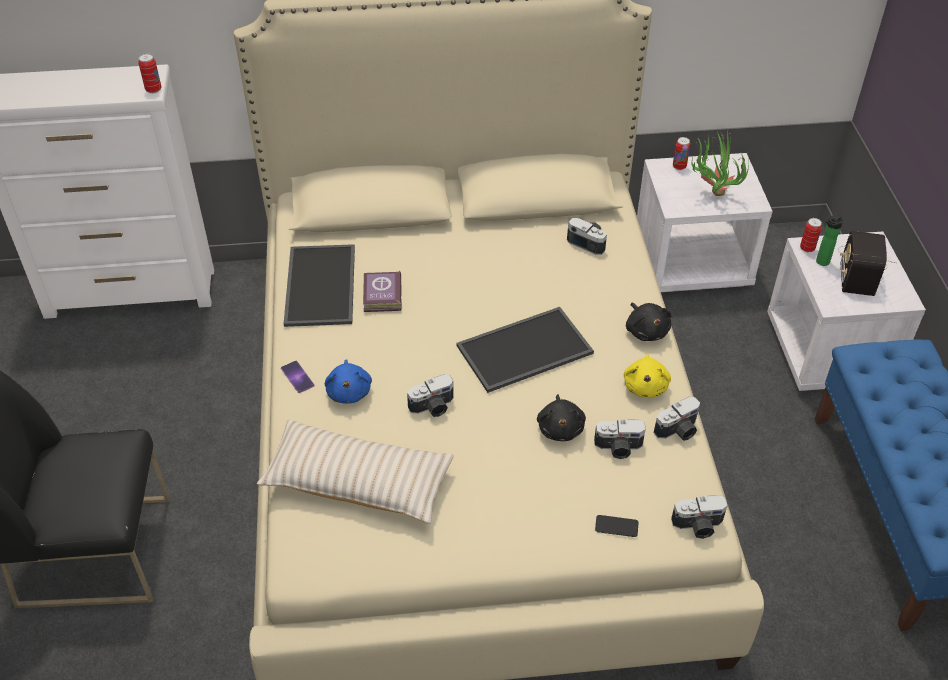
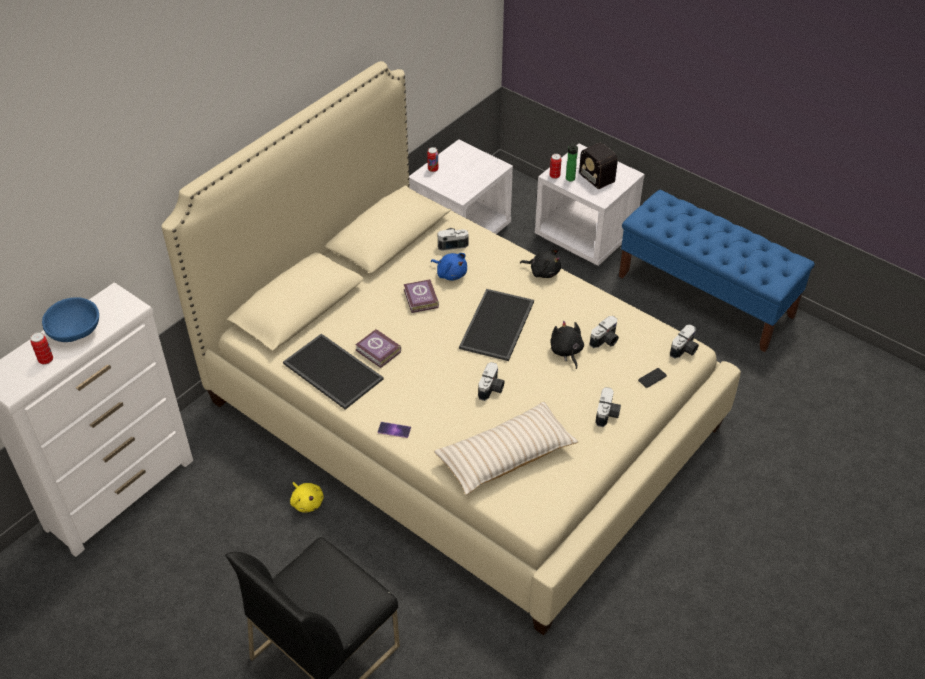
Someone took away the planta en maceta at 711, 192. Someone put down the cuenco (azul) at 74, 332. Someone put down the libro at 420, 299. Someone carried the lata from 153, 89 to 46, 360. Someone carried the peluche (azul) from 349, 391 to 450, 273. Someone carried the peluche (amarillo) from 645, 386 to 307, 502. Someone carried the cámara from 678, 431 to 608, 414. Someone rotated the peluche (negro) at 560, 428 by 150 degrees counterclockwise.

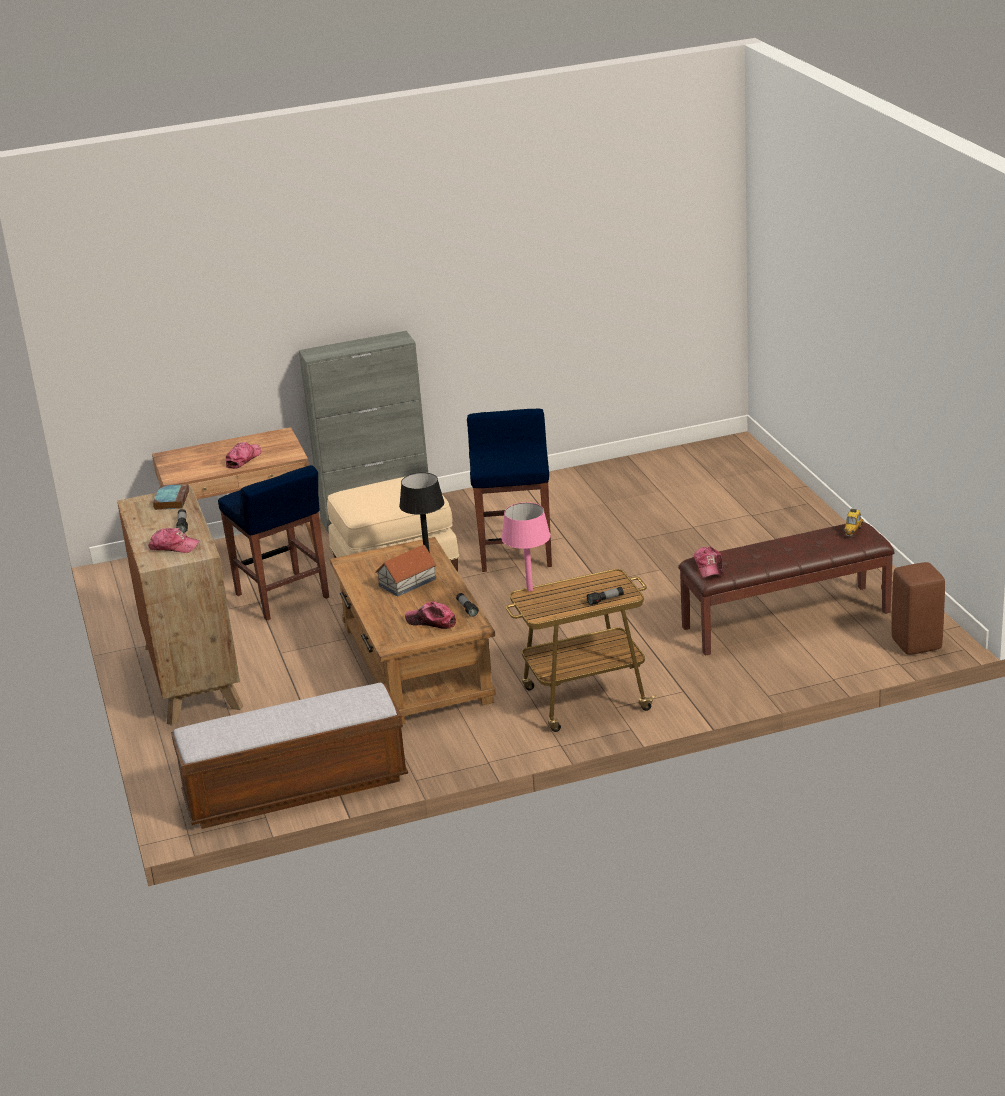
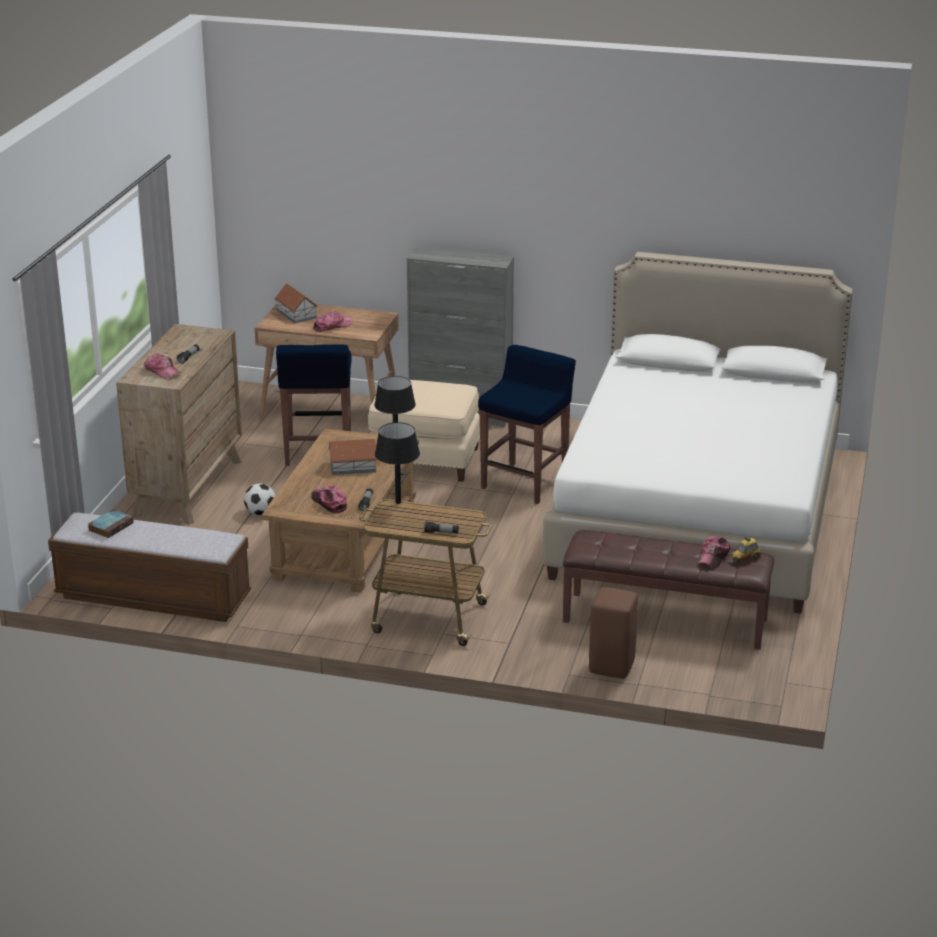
Someone put down the balón de fútbol at 260, 513. Someone put down the casita at 296, 314. Someone put down the cama (blanco) at 698, 511. Someone carried the libro from 171, 500 to 111, 526. Someone carried the gorra from 709, 567 to 713, 556. Someone carried the taburete (marrón) from 915, 644 to 611, 667. Someone repainted the lámpara de mesa (rosa) at 530, 589, which became the lámpara de mesa (negro) at 398, 502.

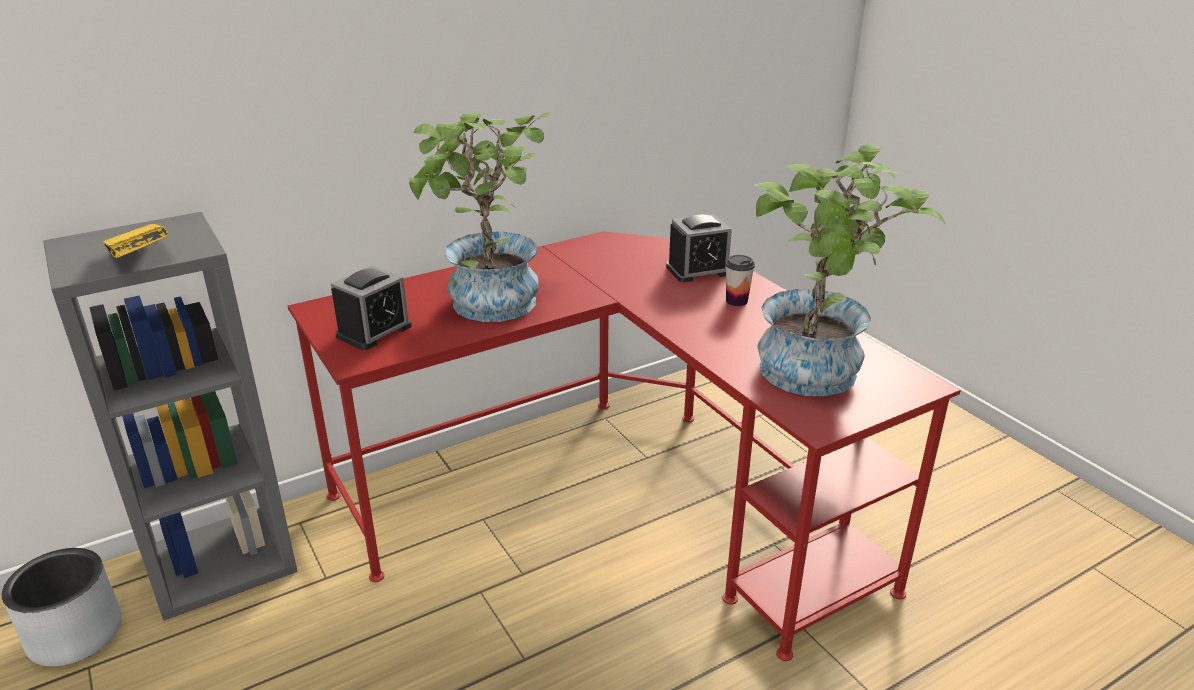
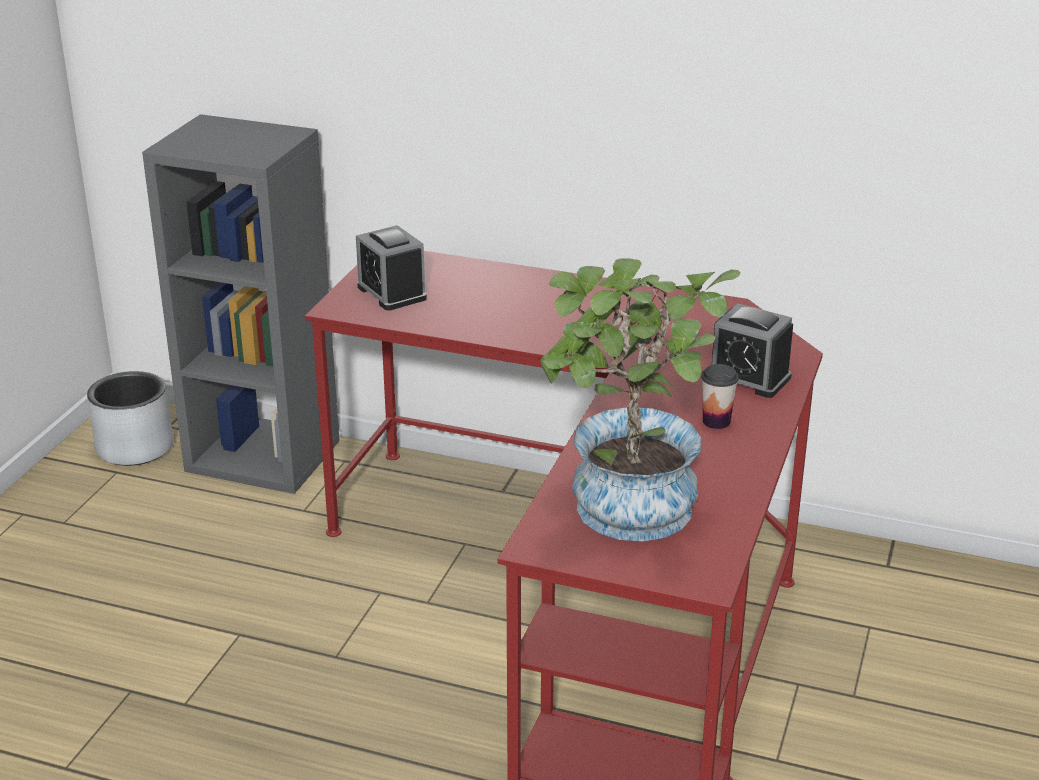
Someone took away the libro (amarillo) at 140, 258. Someone took away the planta en maceta at 488, 308. Someone rotated the despertador at 374, 331 by 60 degrees clockwise.

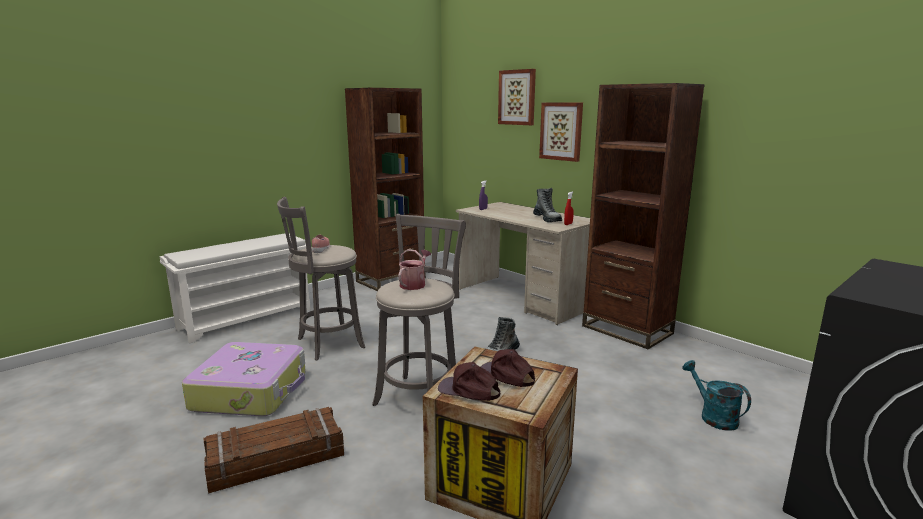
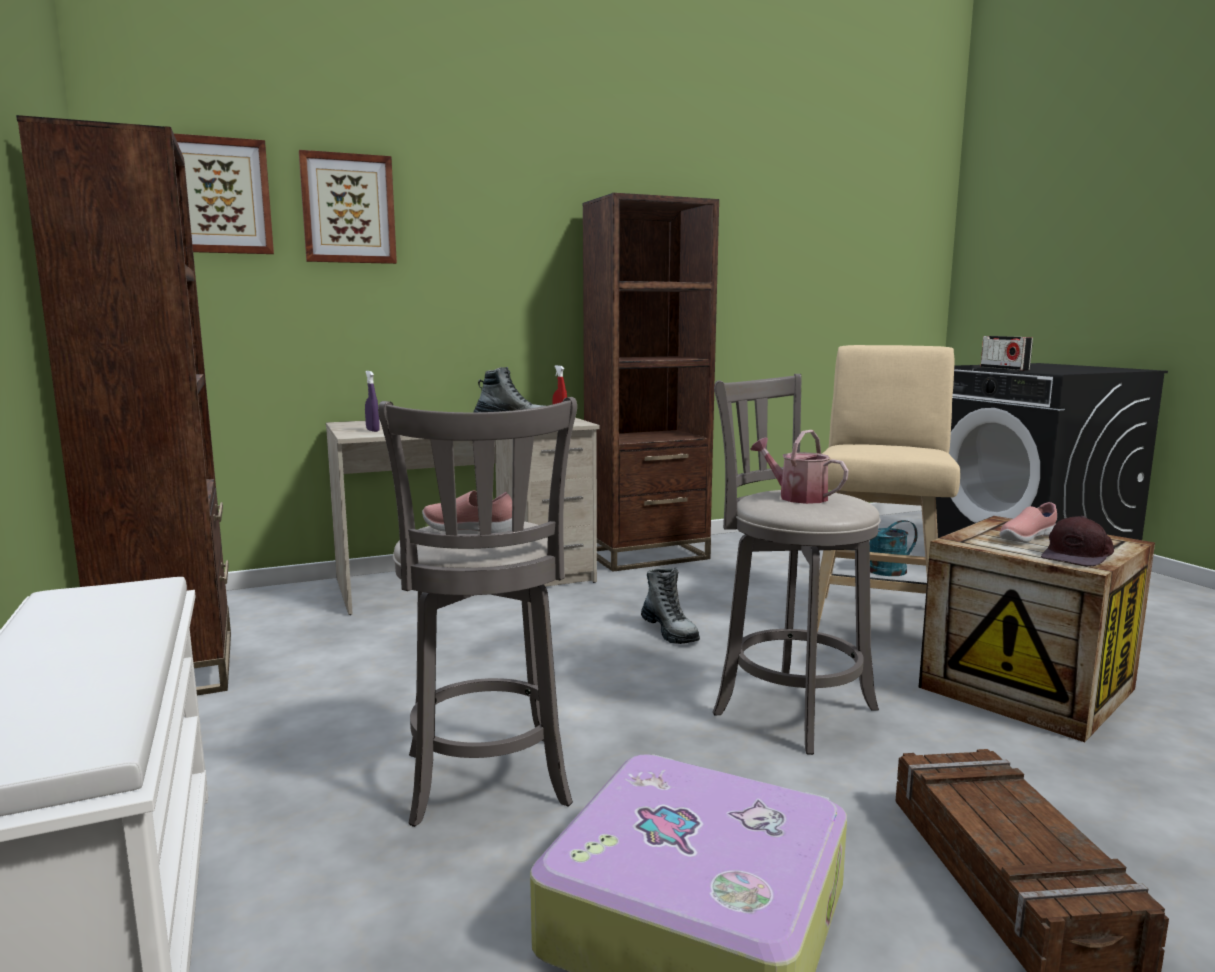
Someone put down the taburete (beis) at 876, 618. Someone put down the radio at 1004, 368. Someone carried the cuadro from 561, 131 to 219, 196. Someone swapped the gorra (marrón) at 506, 375 for the zapato (rosa) at 1026, 538.

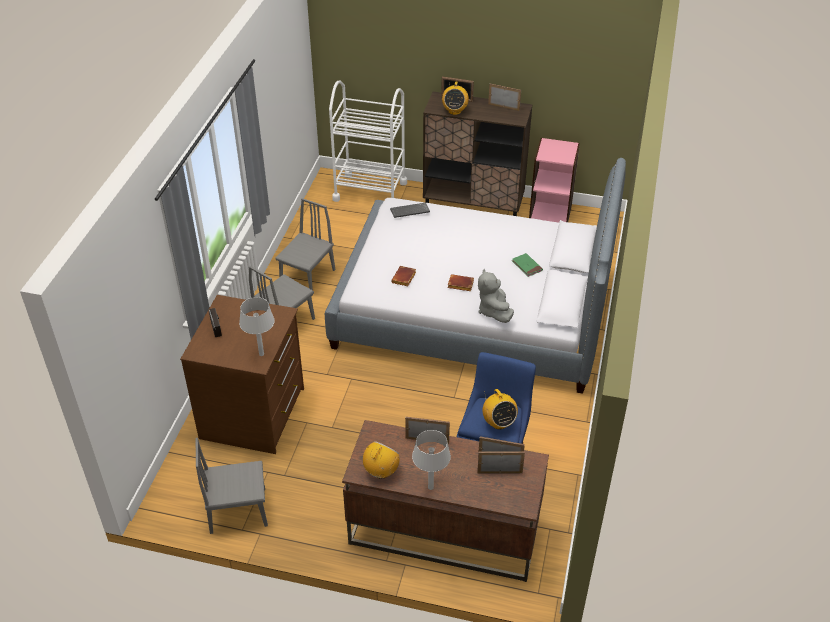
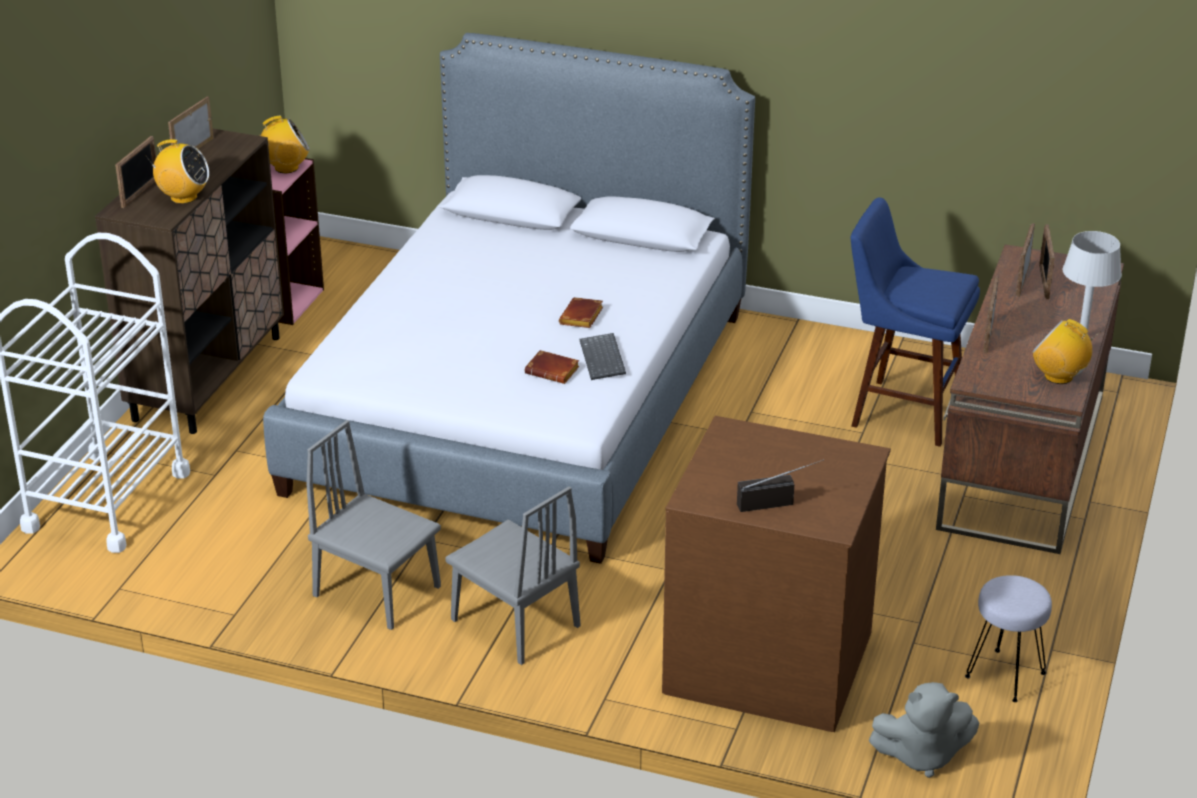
Someone took away the lámpara de mesa (gris) at 262, 354. Someone took away the libro (verde) at 527, 266. Someone carried the teclado from 409, 211 to 604, 359. Someone carried the peluche (gris) from 494, 311 to 921, 755. Someone carried the radio from 498, 422 to 286, 168. Someone swapped the silla (gris) at 238, 510 for the taburete (gris) at 1004, 676.

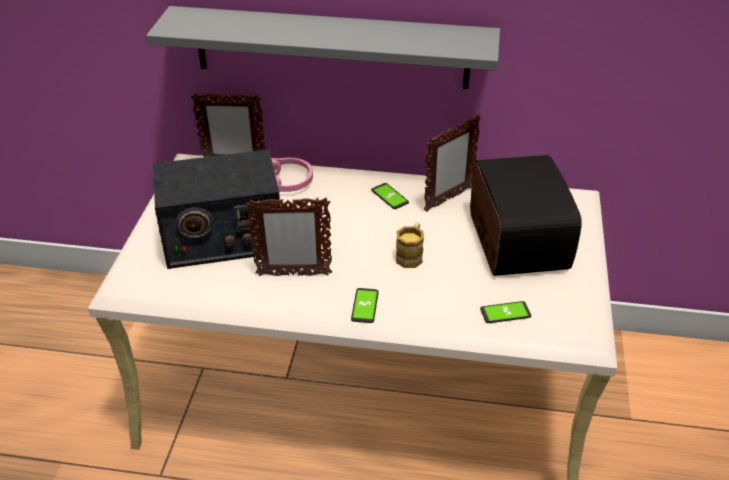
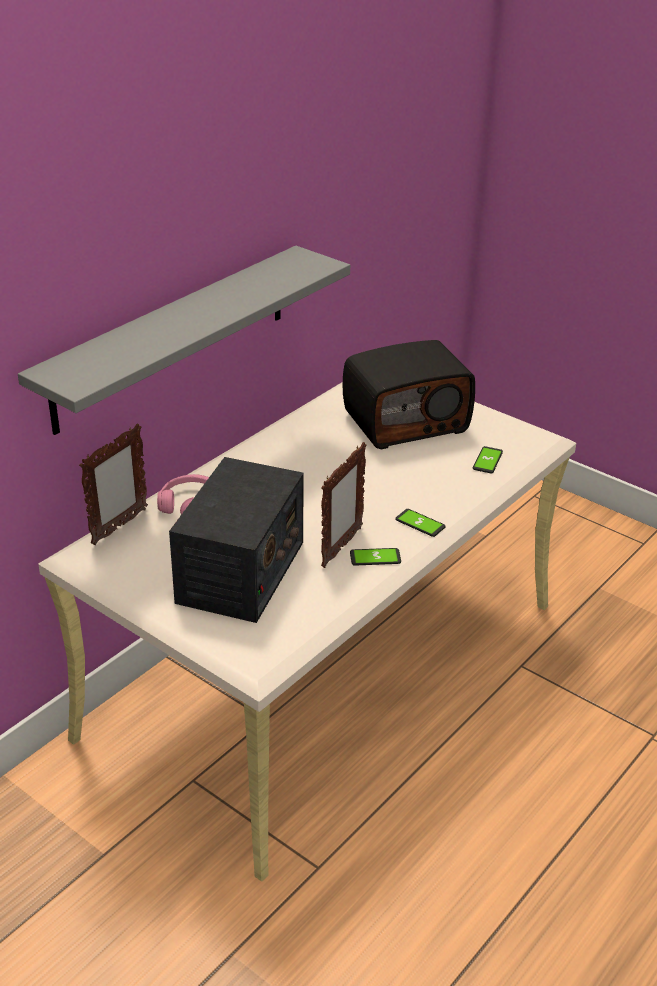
Someone took away the taza grande at 411, 255. Someone took away the portarretratos at 448, 199. Someone carried the móvil from 389, 197 to 375, 558. Someone rotated the radio at 514, 241 by 135 degrees clockwise.

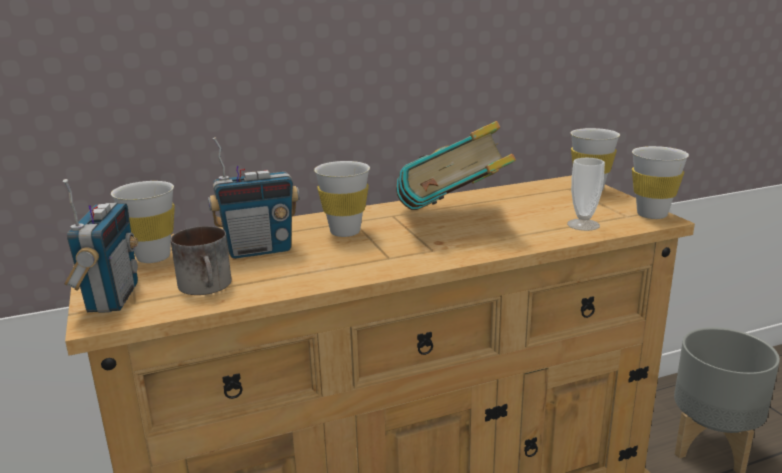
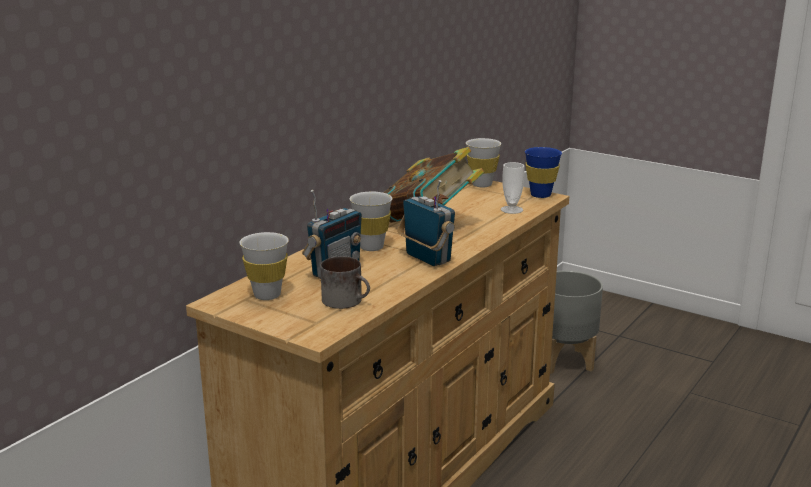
Someone carried the radio from 112, 298 to 427, 258. Someone repainted the taza (blanco) at 652, 214, which became the taza (azul) at 540, 195.

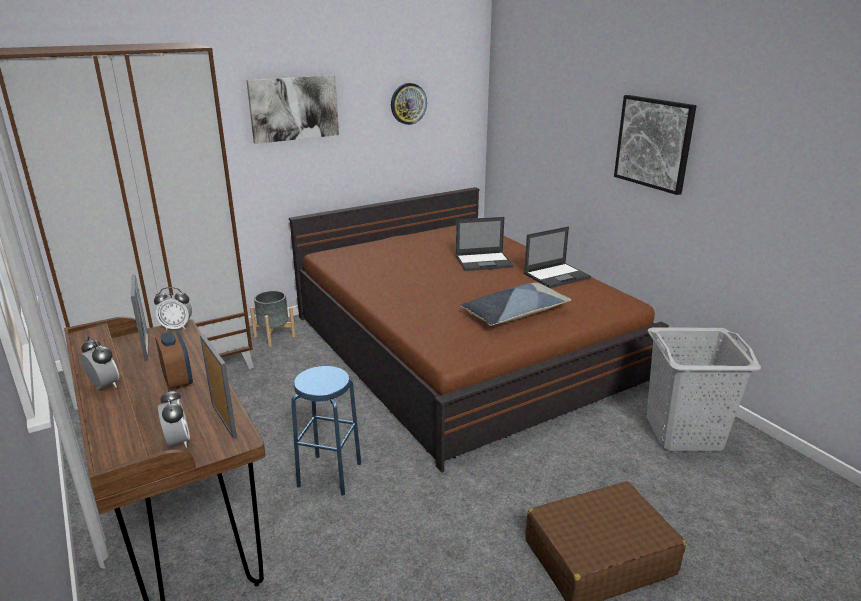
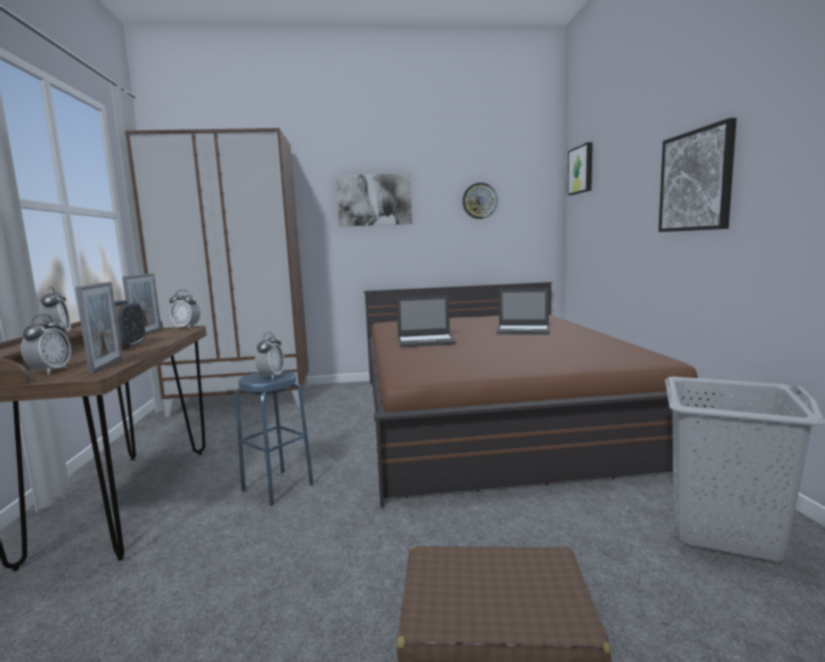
Someone took away the maceta (gris) at 274, 336. Someone took away the cojín at 514, 313. Someone put down the despertador at 271, 377. Someone put up the cuadro at 581, 170. Someone carried the portátil from 557, 275 to 426, 341.

